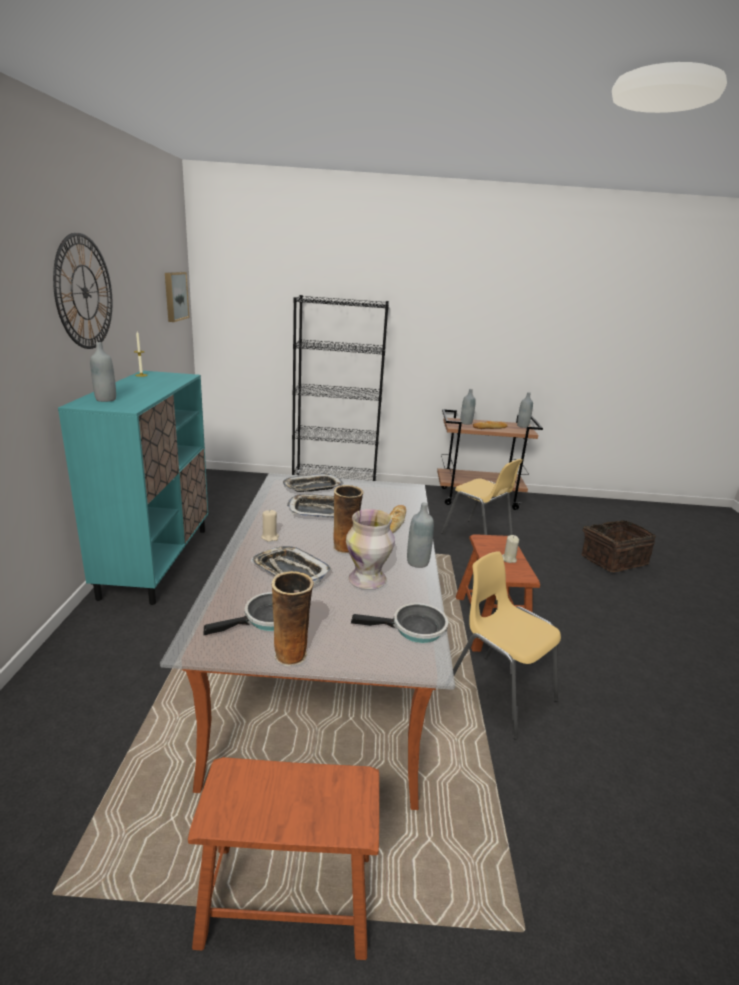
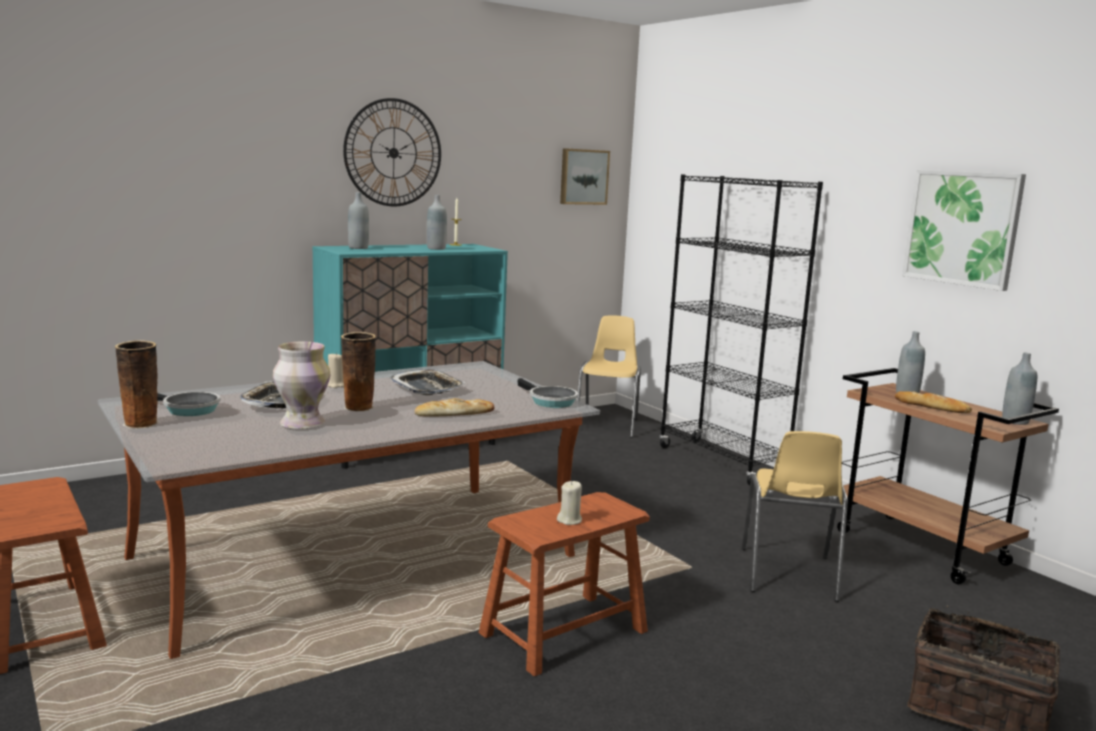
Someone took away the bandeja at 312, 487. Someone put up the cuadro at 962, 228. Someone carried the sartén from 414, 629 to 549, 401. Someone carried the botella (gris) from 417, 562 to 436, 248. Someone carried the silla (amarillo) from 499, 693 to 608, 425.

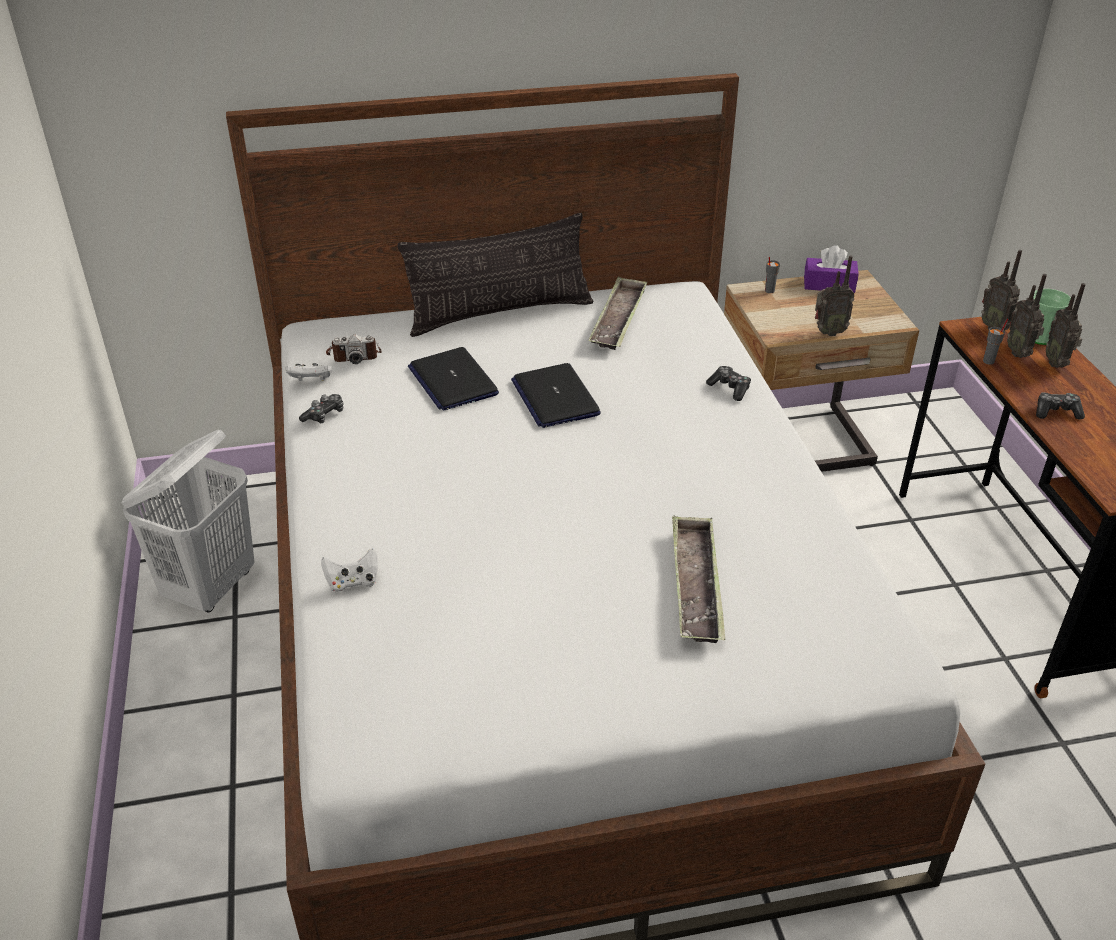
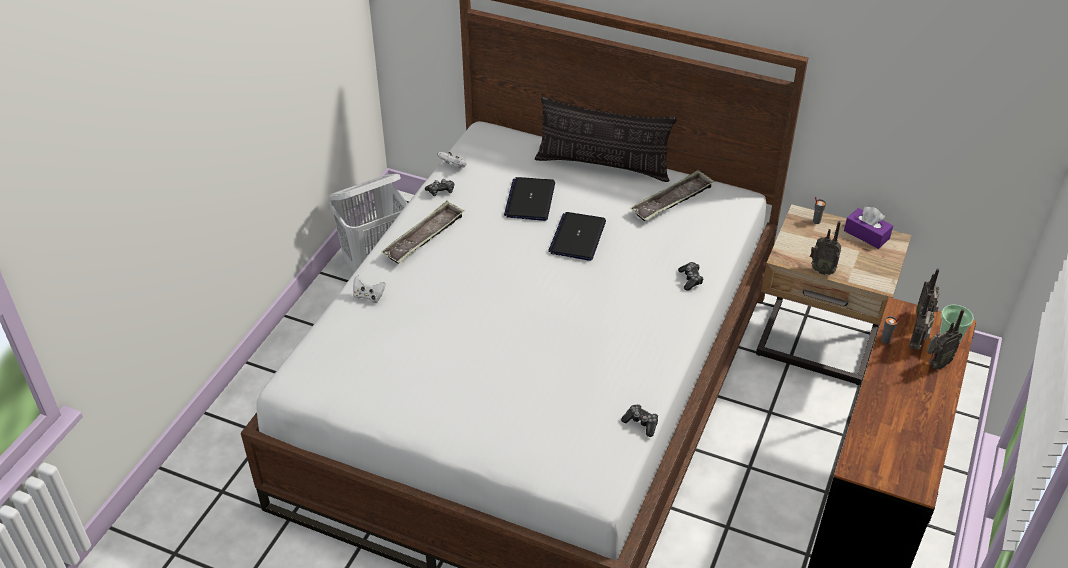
Someone took away the cámara at 354, 355. Someone carried the bandeja from 696, 585 to 424, 237. Someone carried the mando de consola from 1056, 412 to 641, 423. Someone rotated the radio at 1057, 363 by 150 degrees counterclockwise.

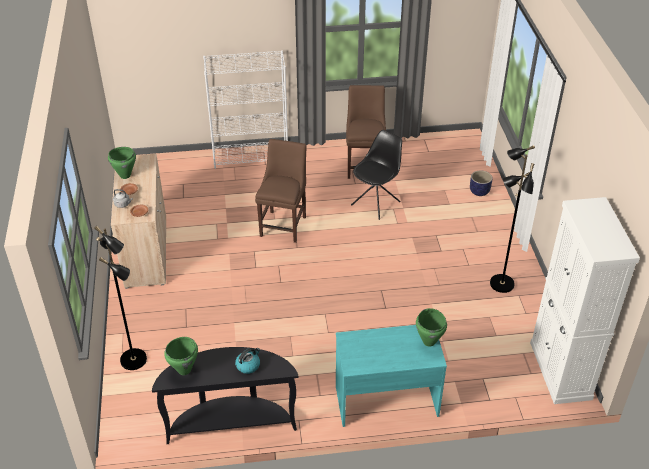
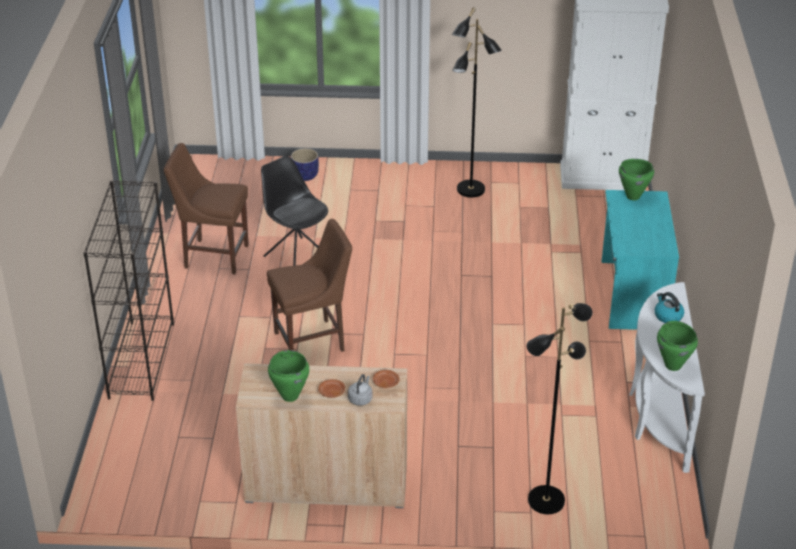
Someone repainted the mesa consola (negro) at 231, 422, which became the mesa consola (blanco) at 658, 416. Someone repainted the estantería (blanco) at 251, 156, which became the estantería (negro) at 141, 360. Someone rotated the silla (marrón) at 284, 225 by 135 degrees clockwise.

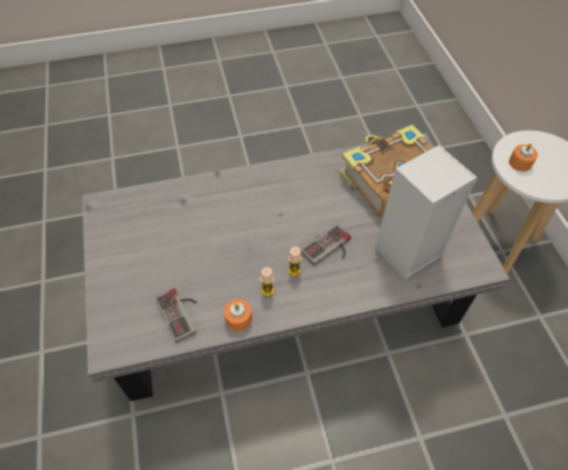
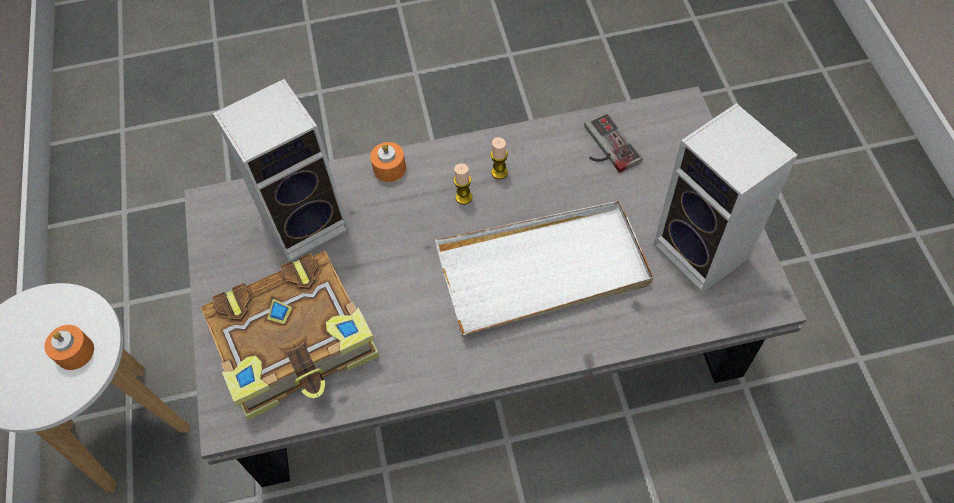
Someone took away the mando de consola at 330, 249. Someone put down the bandeja (blanco) at 543, 270. Someone put down the altavoz at 705, 252. Someone carried the vela (naranja) from 238, 319 to 389, 168.

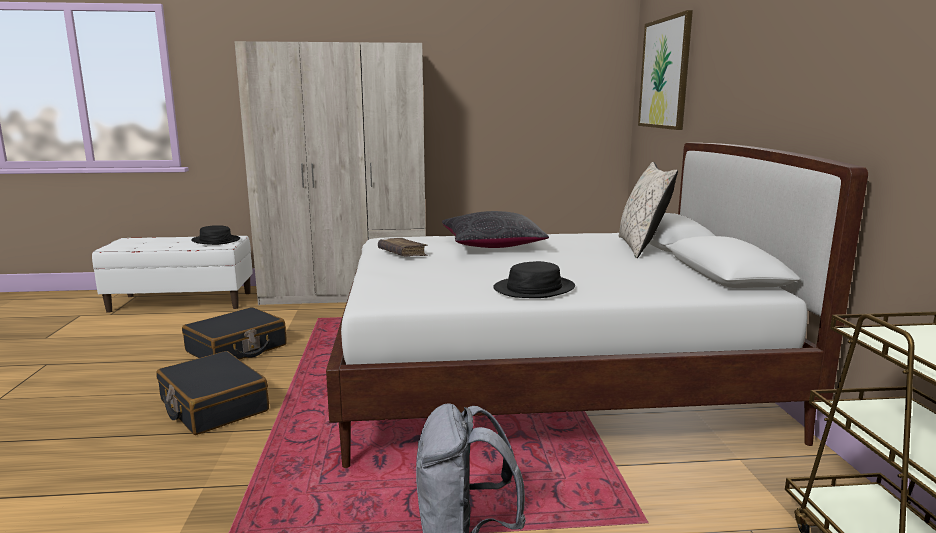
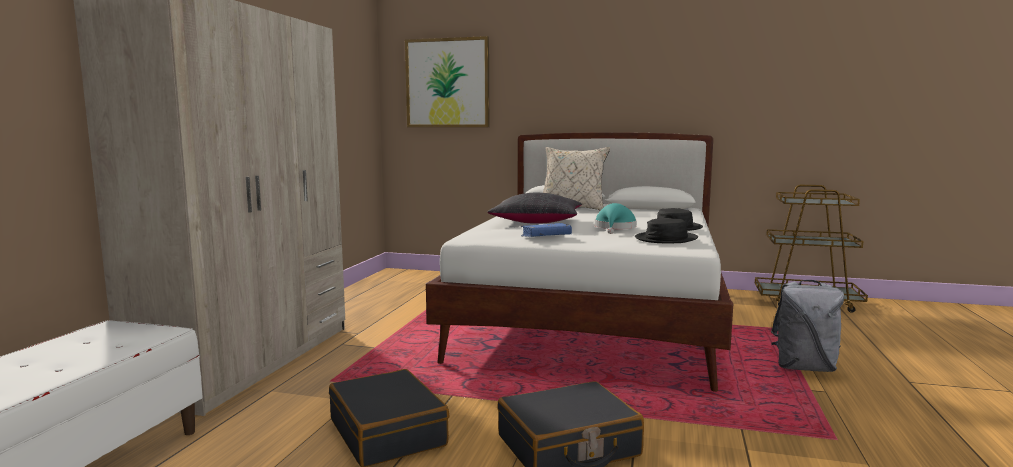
Someone put down the sombrero (turquesa) at 615, 228. Someone carried the sombrero (negro) from 215, 240 to 666, 239. Someone repainted the libro (marrón) at 402, 254, which became the libro (azul) at 546, 237.

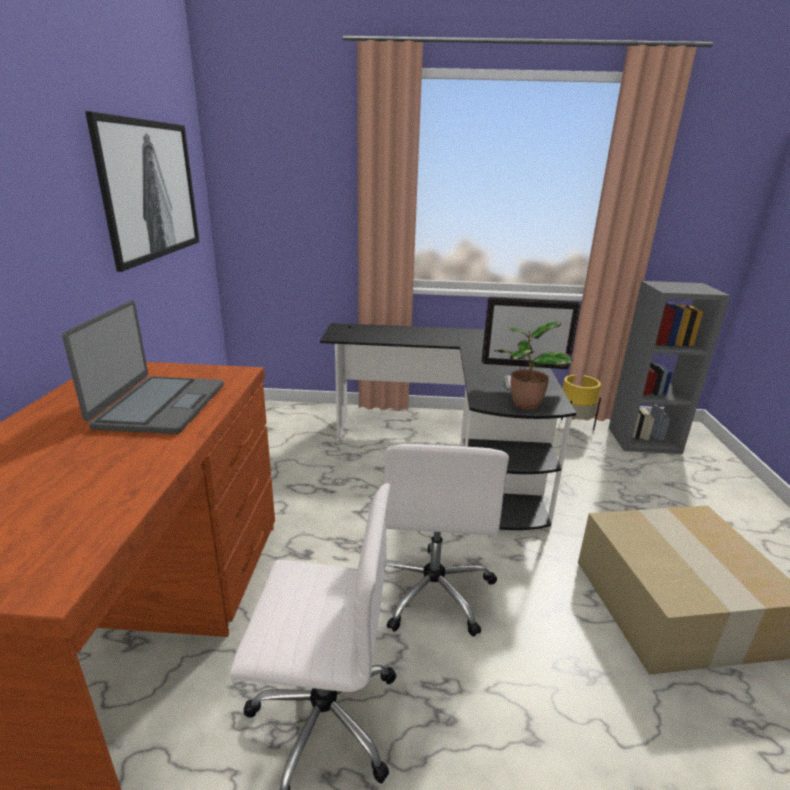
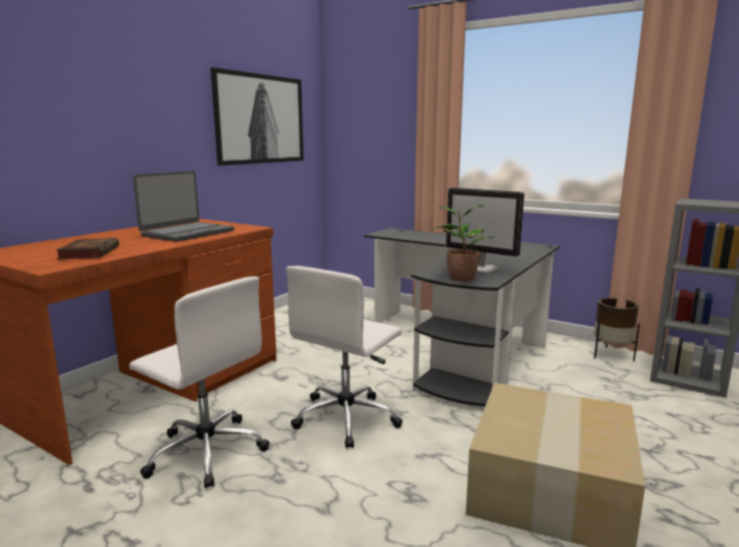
Someone put down the libro at 89, 252. Someone repainted the maceta (amarillo) at 573, 428, which became the maceta (marrón) at 611, 355.

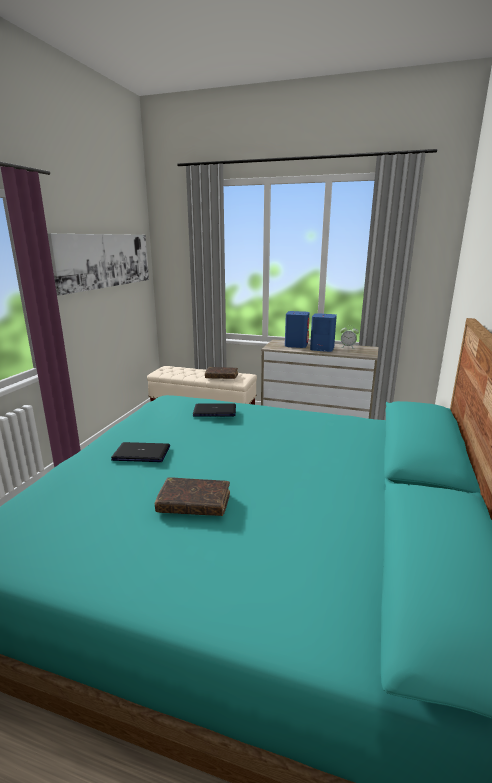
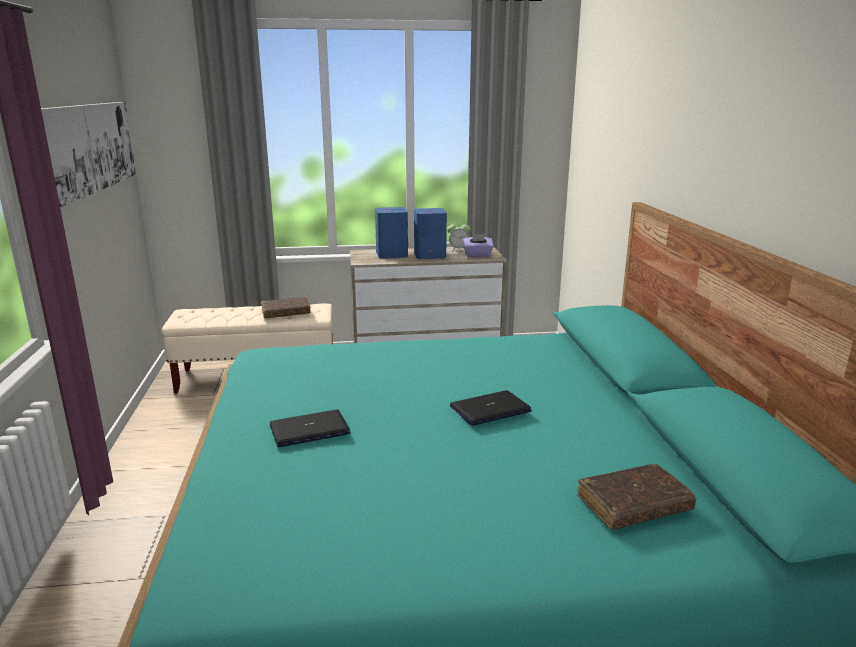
Someone put down the caja de pañuelos (morado) at 477, 255. Someone carried the libro (marrón) from 194, 504 to 633, 505. Someone carried the portátil from 215, 411 to 490, 409.

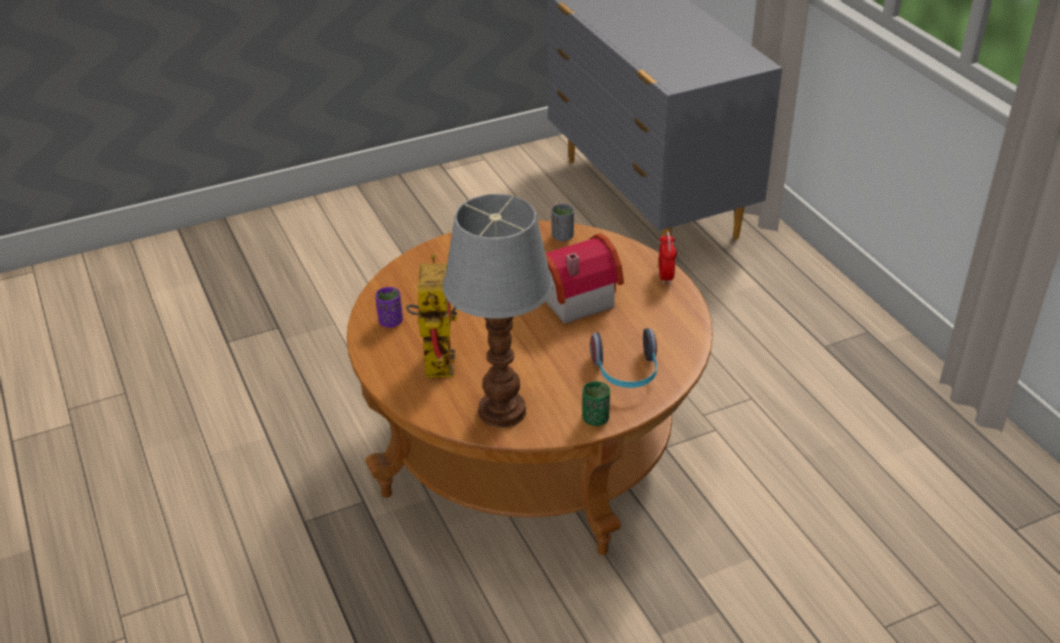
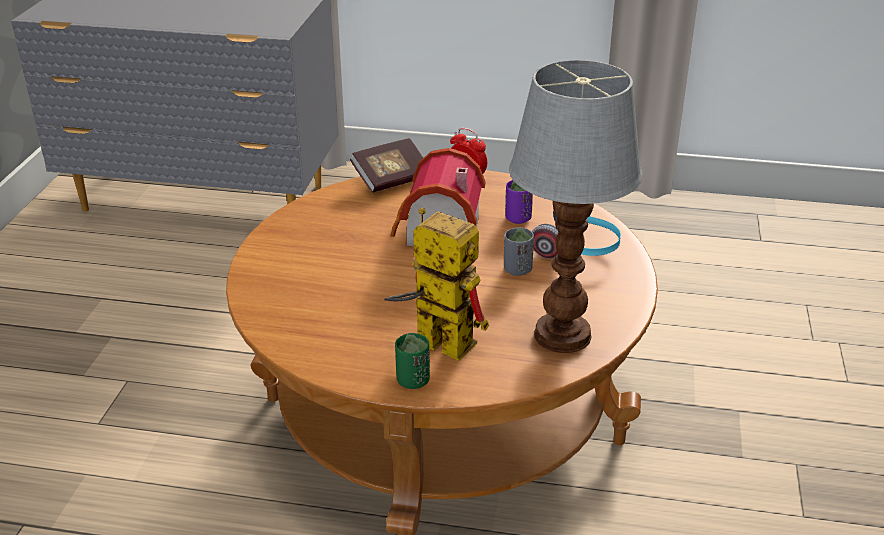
Someone put down the libro at 391, 179. Someone carried the taza (morado) from 390, 322 to 518, 218. Someone carried the taza (gris) from 562, 236 to 517, 270. Someone carried the taza (verde) from 595, 419 to 413, 381.

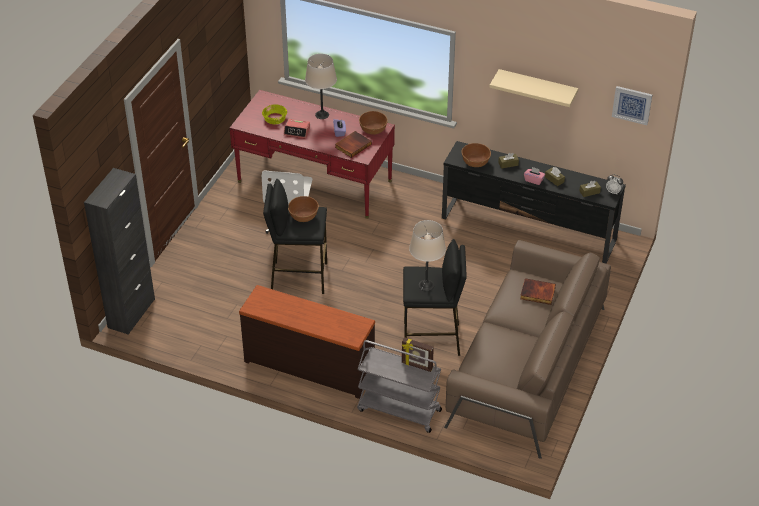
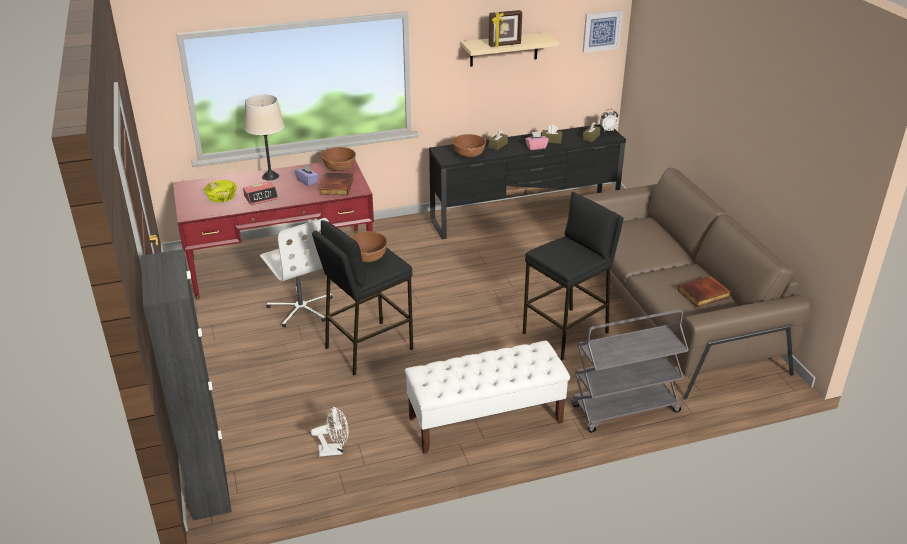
Someone took away the lámpara de mesa (beis) at 426, 285. Someone put down the ventilador (blanco) at 334, 450. Someone carried the portarretratos from 416, 366 to 505, 45. Someone carried the libro from 537, 293 to 704, 294. Someone swapped the cómoda (marrón) at 310, 365 for the banco (blanco) at 485, 420.

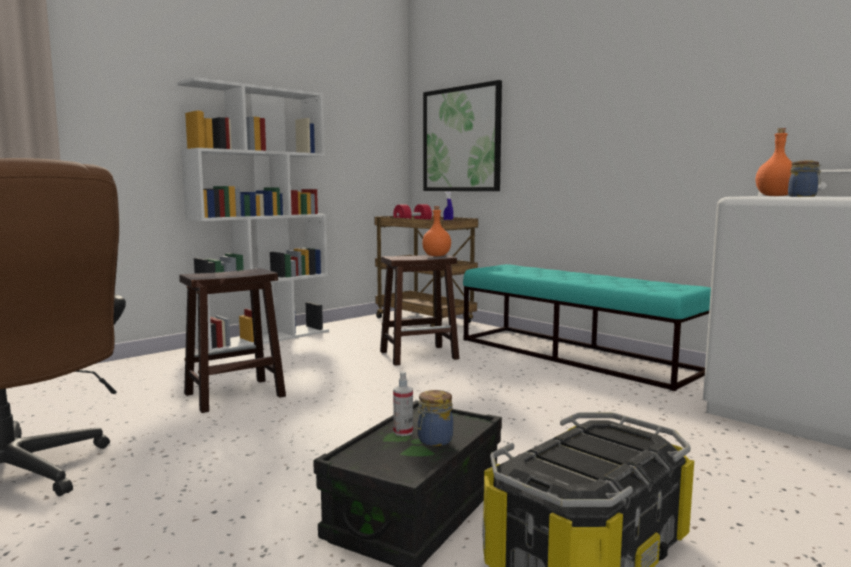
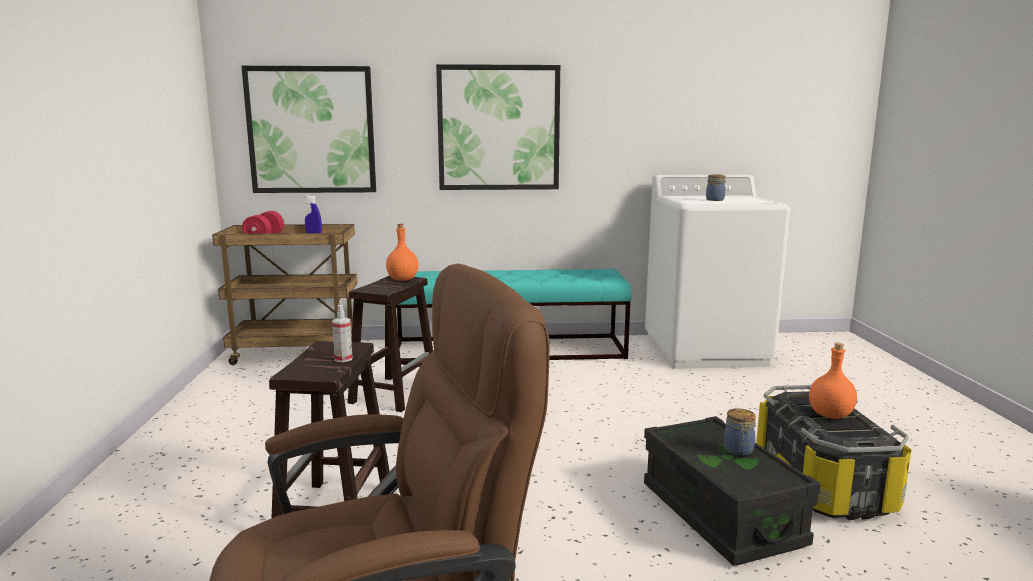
Someone took away the estantería (blanco) at 264, 338. Someone put up the cuadro at 498, 128. Someone carried the pulverizador from 403, 432 to 343, 359. Someone carried the botella (naranja) from 775, 196 to 831, 415.

